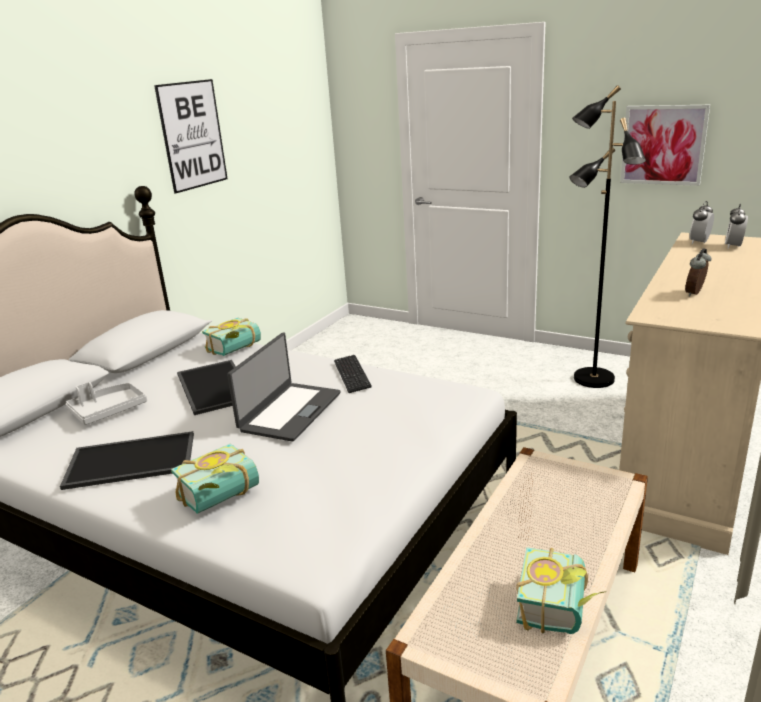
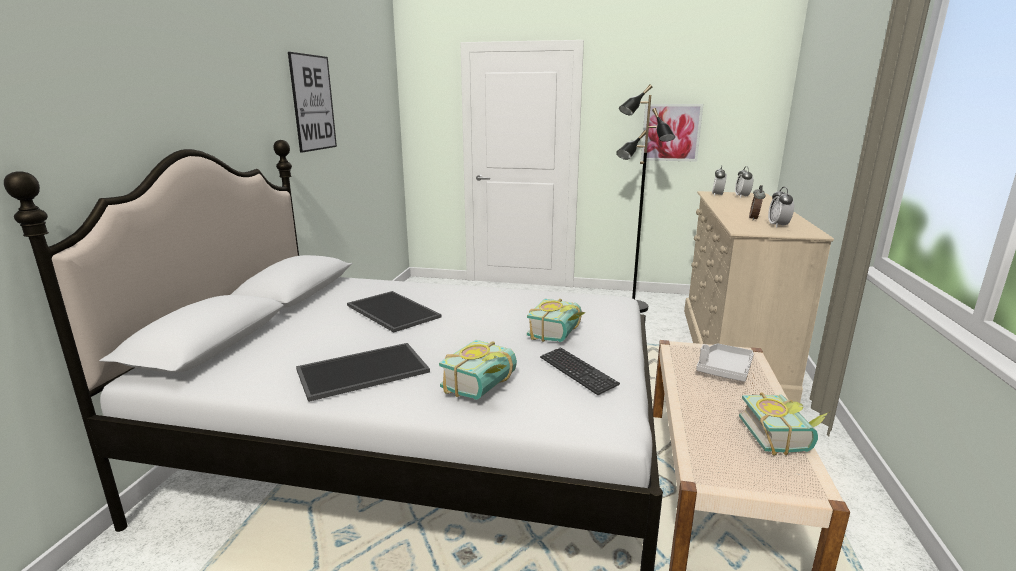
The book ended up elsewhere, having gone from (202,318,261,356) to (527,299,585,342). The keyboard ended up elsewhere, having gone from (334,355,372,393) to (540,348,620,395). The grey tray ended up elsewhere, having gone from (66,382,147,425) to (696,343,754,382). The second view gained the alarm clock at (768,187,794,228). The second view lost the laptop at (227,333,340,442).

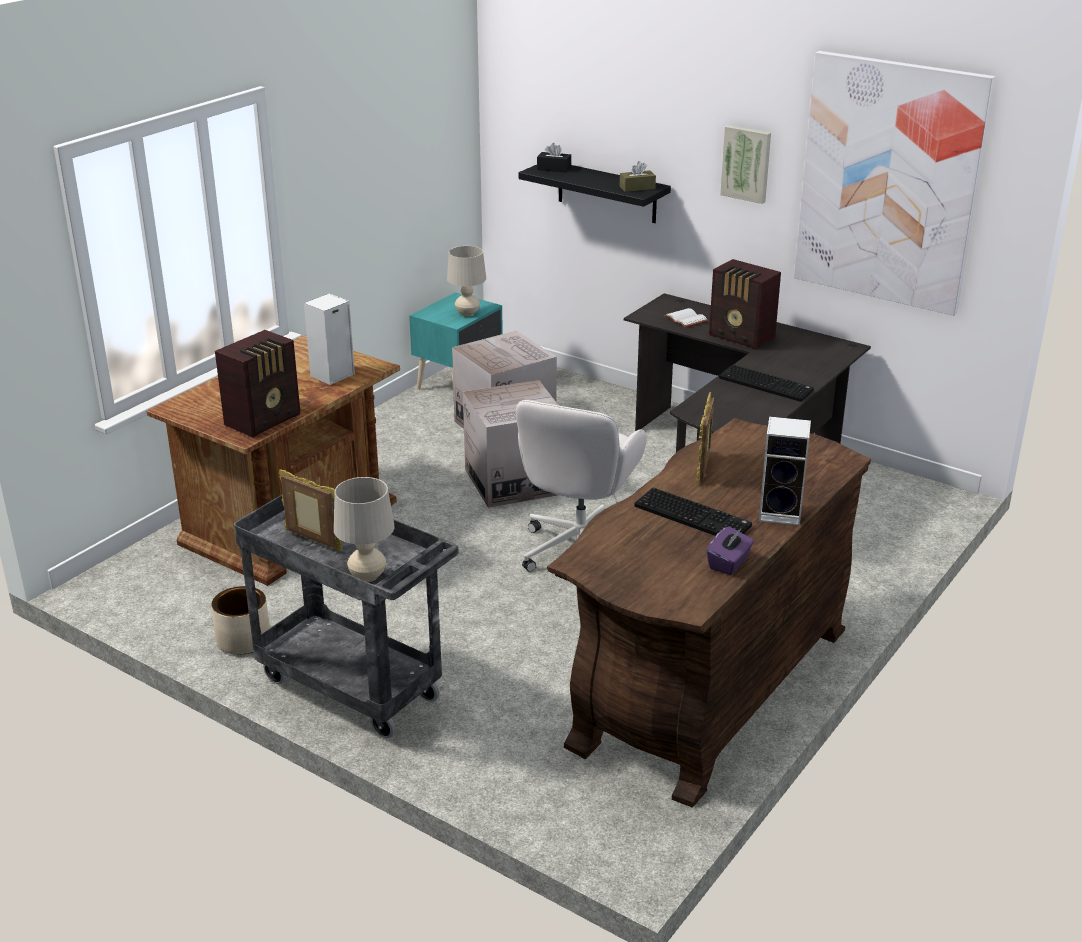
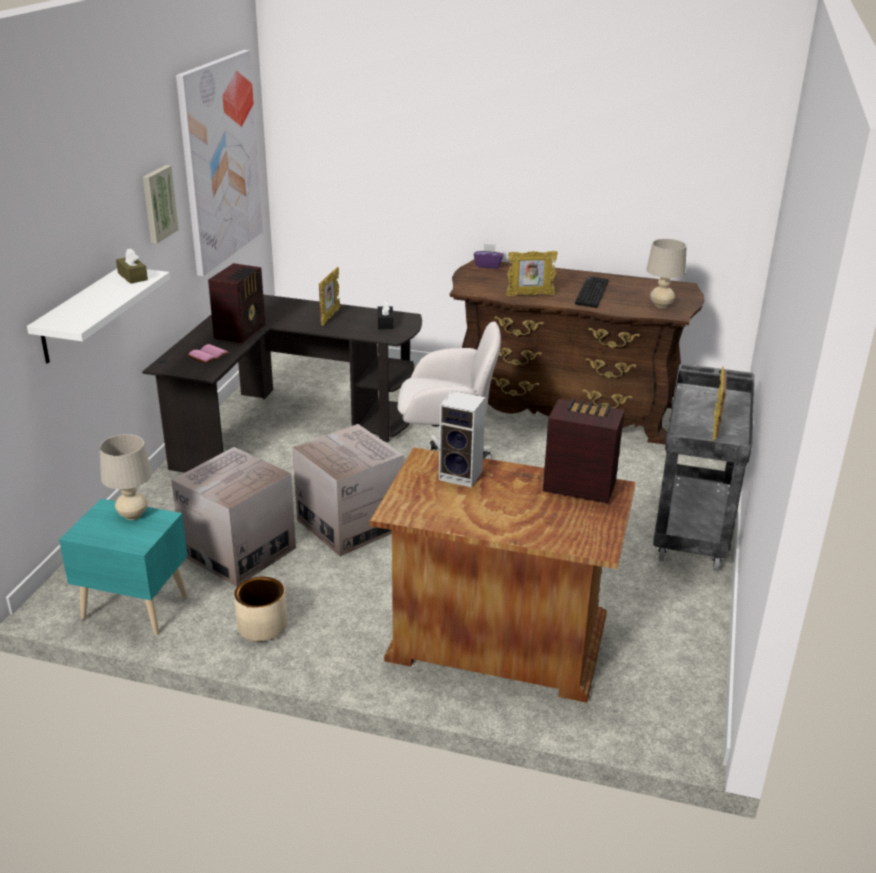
What was the black shelf at (519,165,671,223) turned into the white shelf at (27,269,170,364). What was the white book at (664,308,708,328) turned into the pink book at (187,344,230,364). The beige planter ended up elsewhere, having gone from (211,586,270,655) to (234,577,288,642). Where the keyboard stood at (719,365,814,402), the picture frame came to stand at (319,267,340,326). The black tissue box ended up elsewhere, having gone from (537,143,571,172) to (378,300,393,329). The purple tissue box ended up elsewhere, having gone from (707,526,754,575) to (474,244,504,269). The beige table lamp ended up elsewhere, having gone from (334,477,395,582) to (646,239,687,308). The second view lost the speaker at (759,416,811,526).

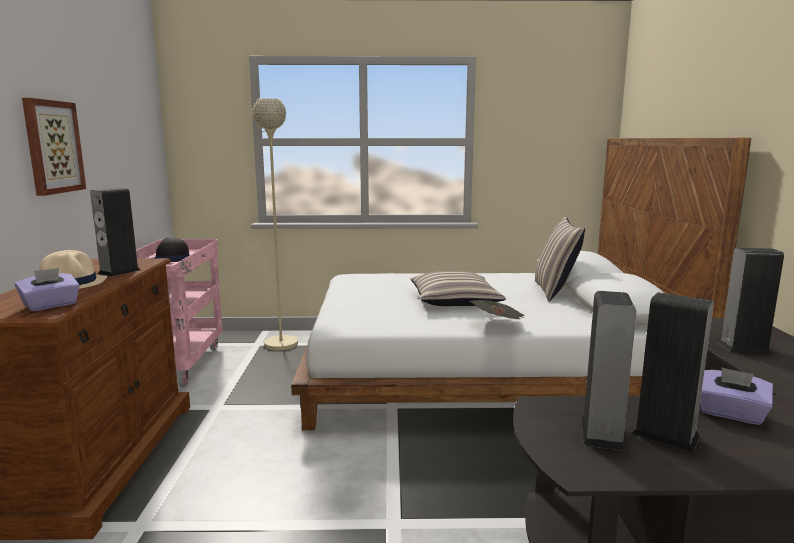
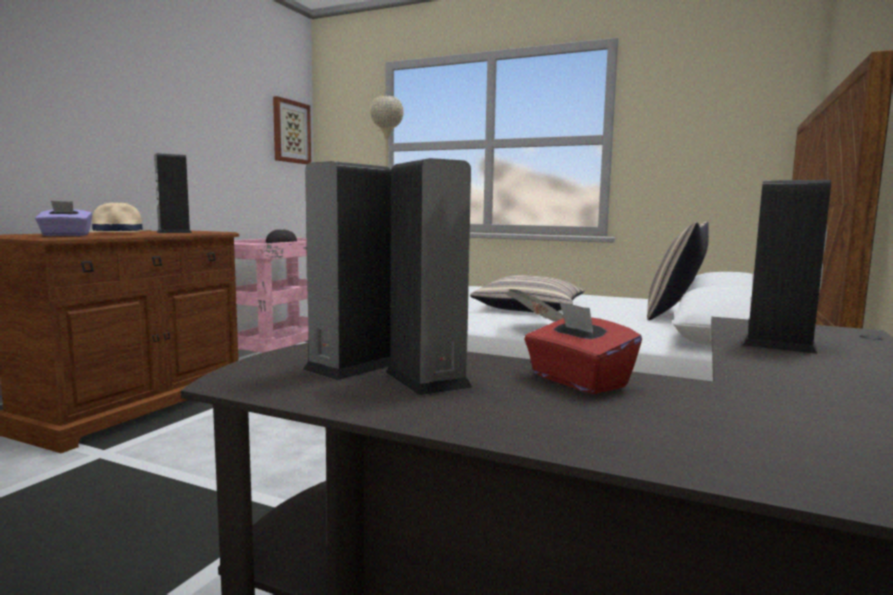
The picture ended up elsewhere, having gone from (22,98,86,196) to (273,96,311,164). What was the purple tissue box at (700,367,773,425) turned into the red tissue box at (524,301,642,394).

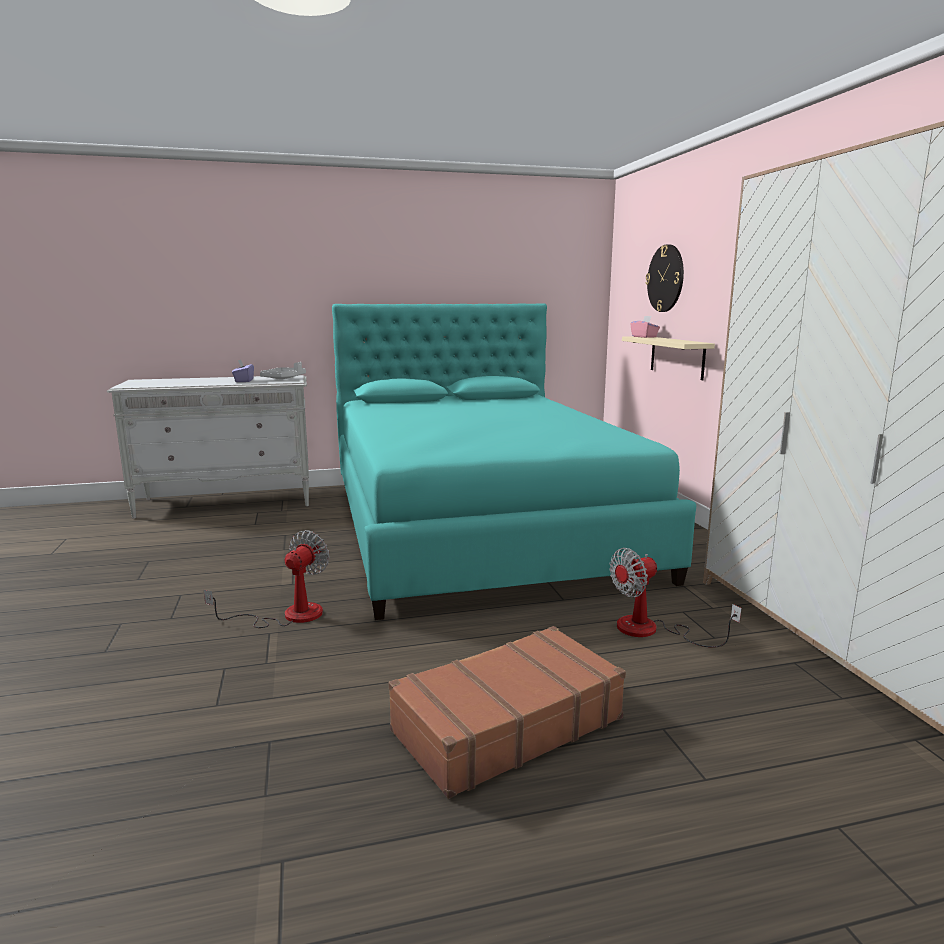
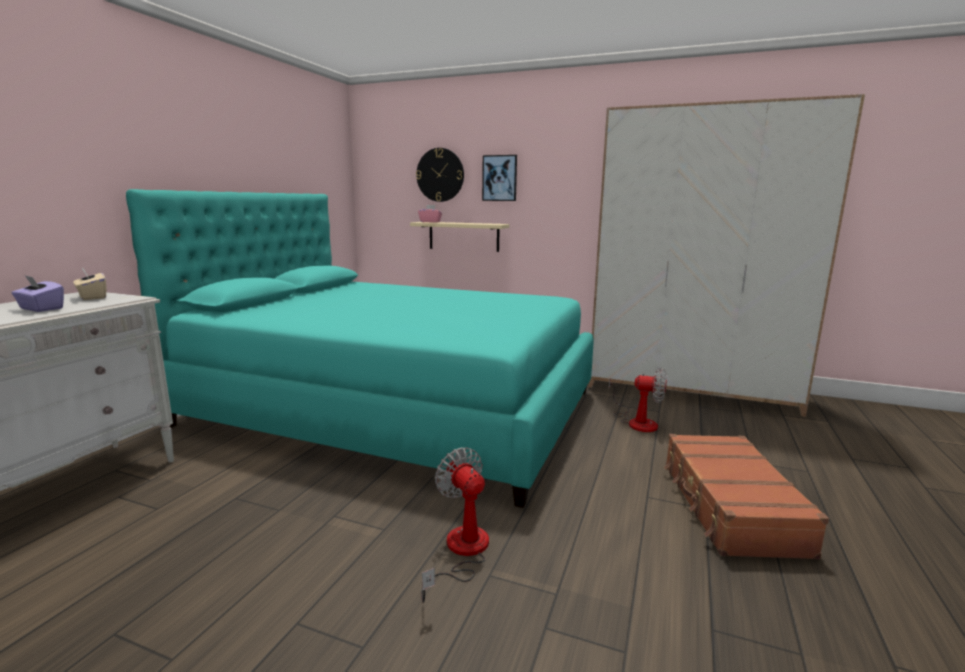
Where the grey tray stood at (260,362,306,379), the beige tissue box came to stand at (73,267,107,300). The second view gained the picture at (482,155,517,201). The fan at (609,548,742,648) ended up facing another way, 75 degrees counterclockwise from before.

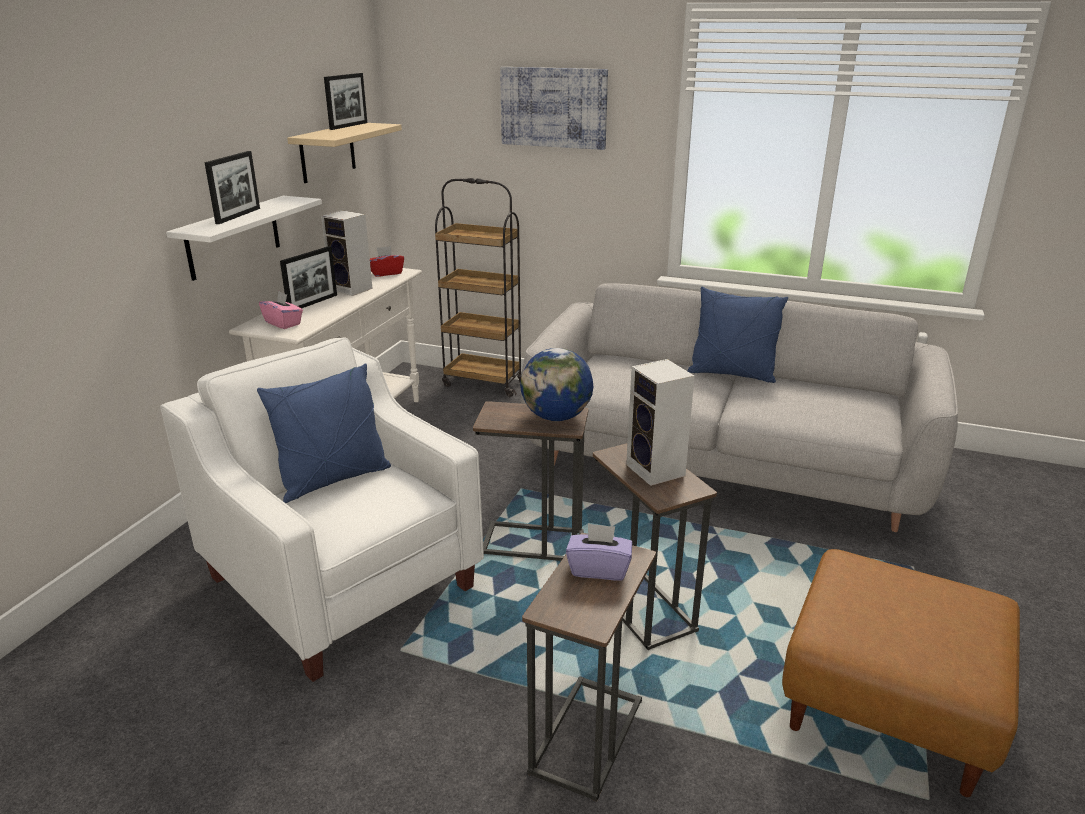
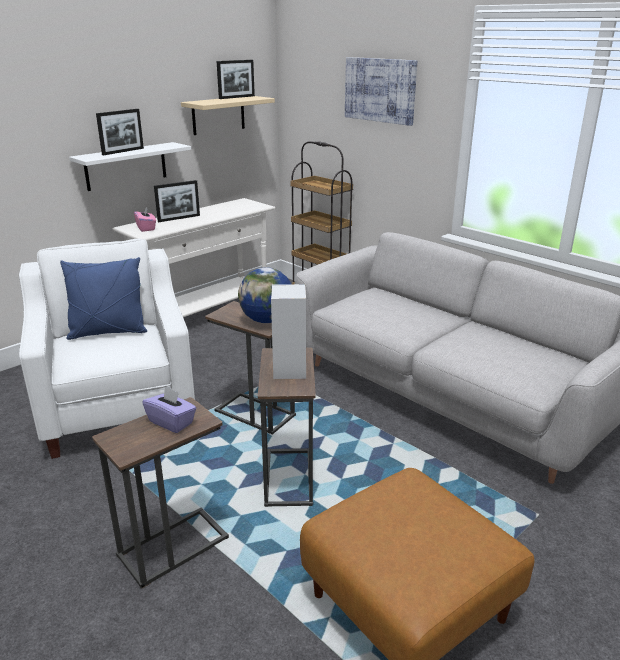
The second view lost the speaker at (321,210,373,296). The second view lost the red tissue box at (370,246,404,277). The second view lost the blue pillow at (687,287,788,383).

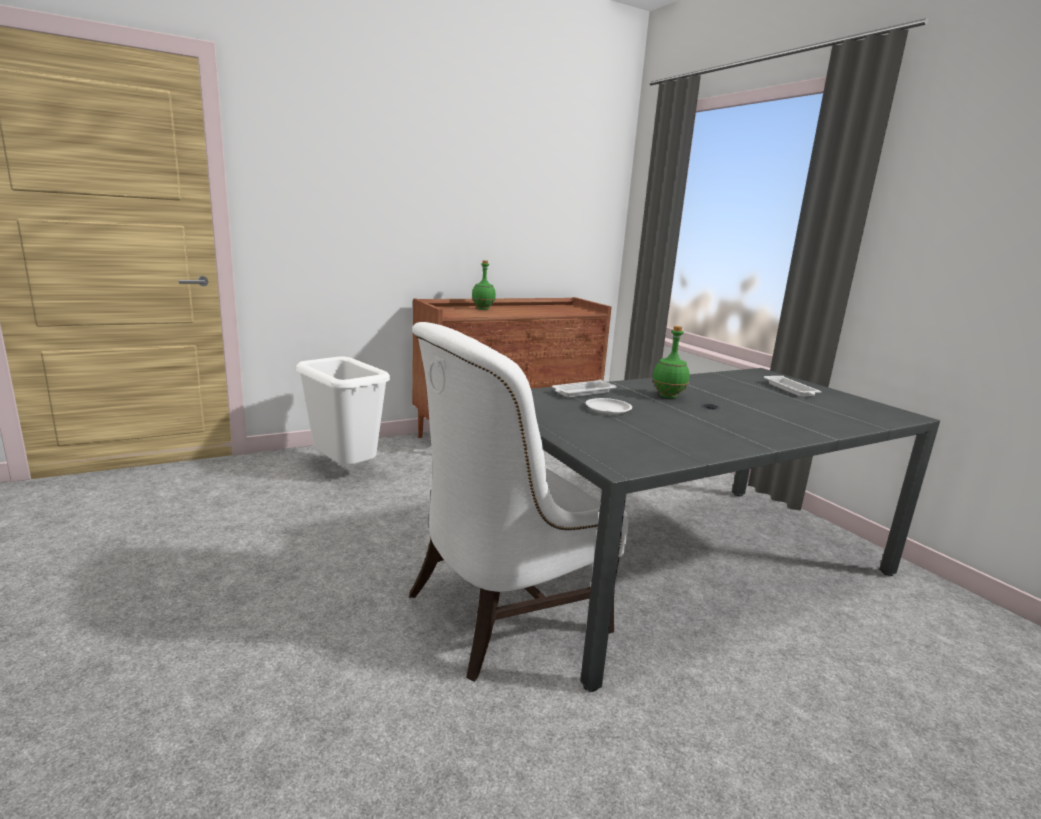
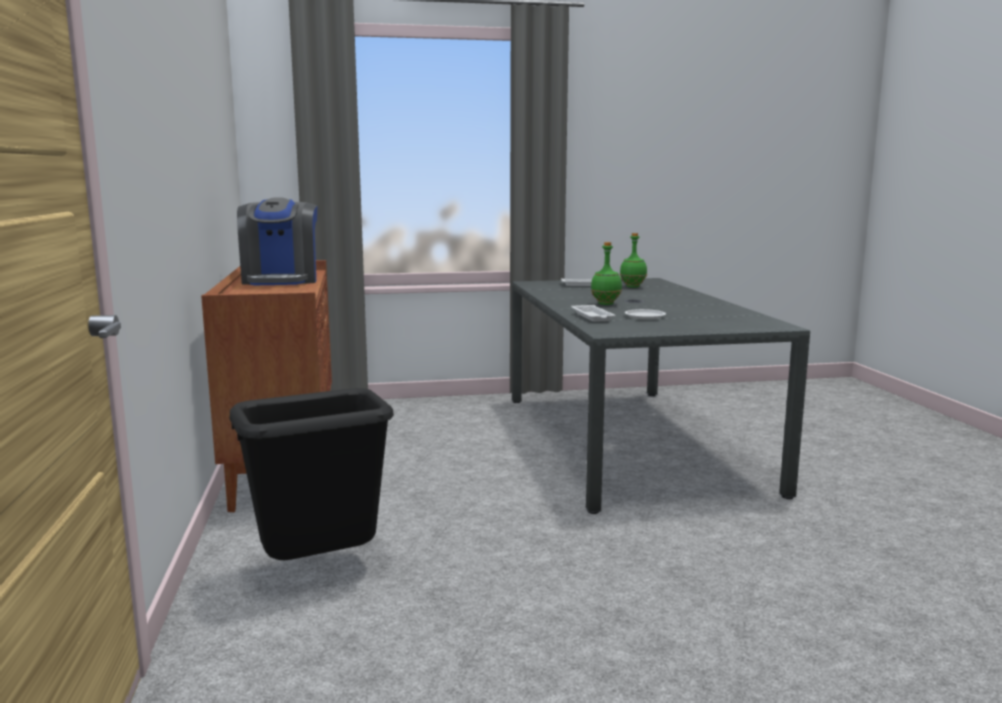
What was the white trash can at (296,357,390,465) turned into the black trash can at (229,388,394,560). The second view gained the coffee machine at (237,197,317,285). The green bottle ended up elsewhere, having gone from (472,260,496,310) to (620,233,647,288). The second view lost the white chair at (409,322,628,682).

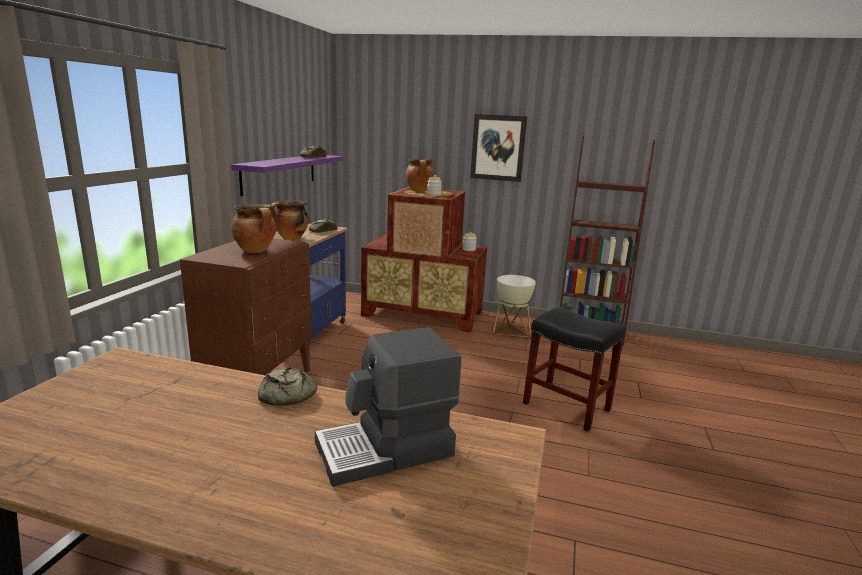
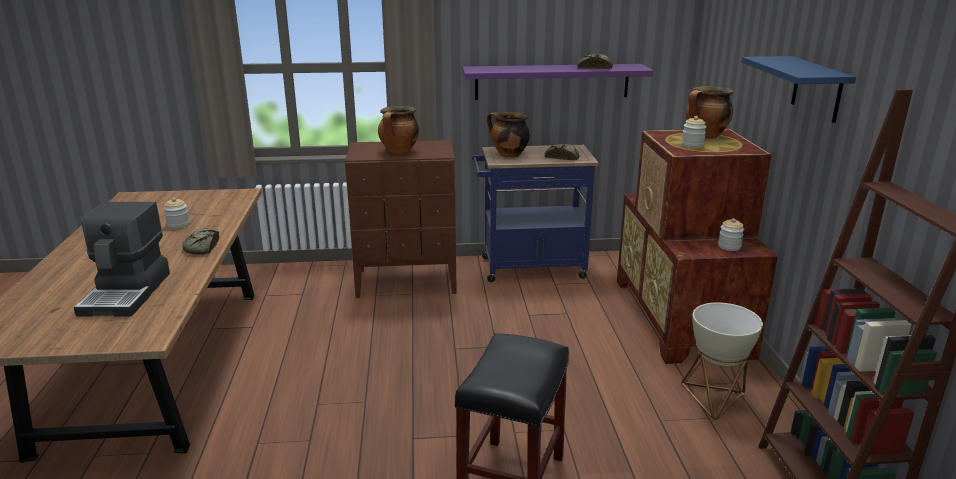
The coffee machine at (315,327,462,487) ended up facing another way, 135 degrees counterclockwise from before. The second view gained the jar at (164,198,189,229). Where the picture hung at (470,114,527,182), the blue shelf came to hang at (742,56,856,123).

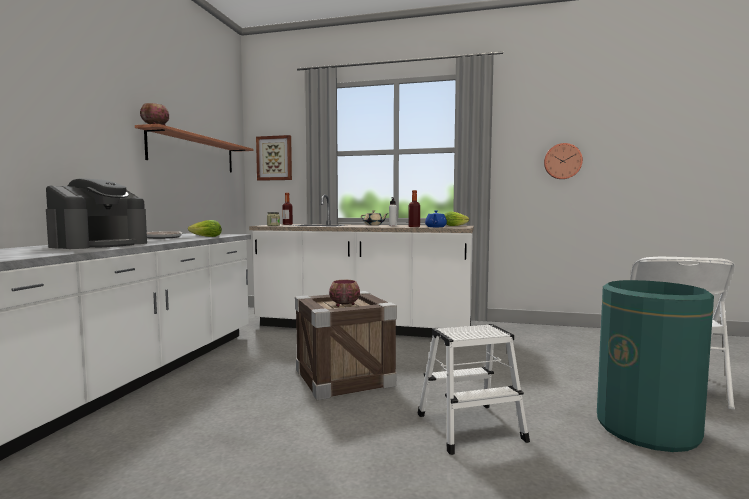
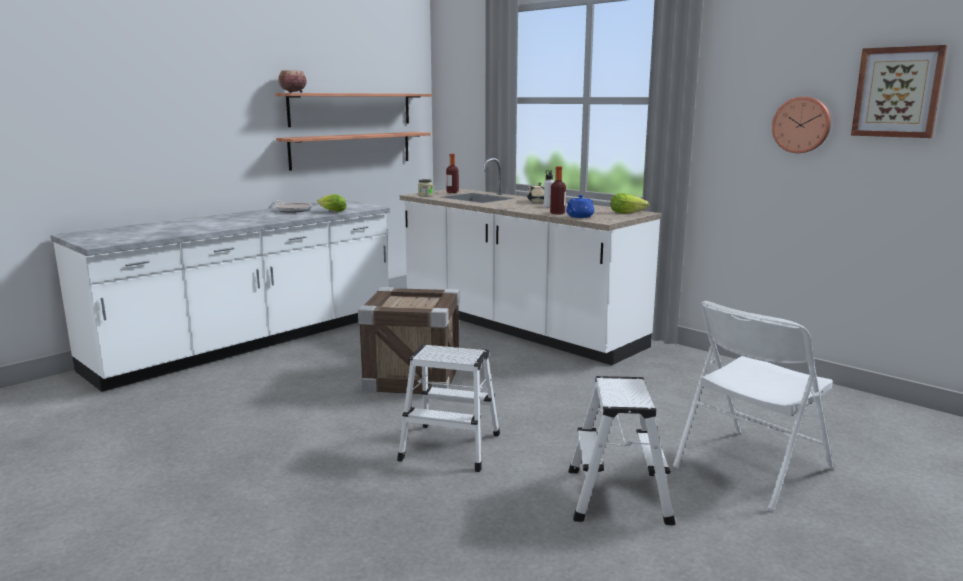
The second view gained the shelf at (276,132,431,171). Where the green trash can stood at (597,280,714,452), the white step ladder came to stand at (568,376,675,525). The picture ended up elsewhere, having gone from (256,135,292,181) to (851,45,948,138). The second view lost the coffee machine at (46,178,147,249). The second view lost the bowl at (329,280,360,307).

